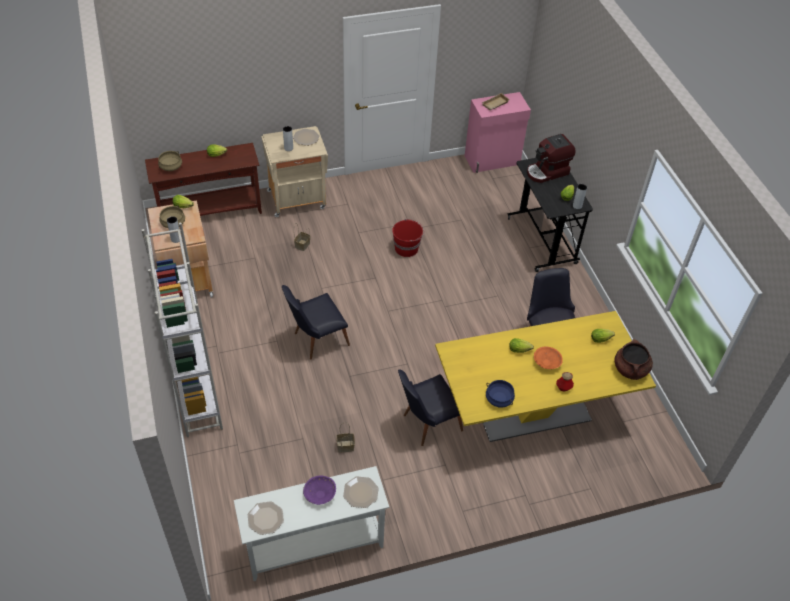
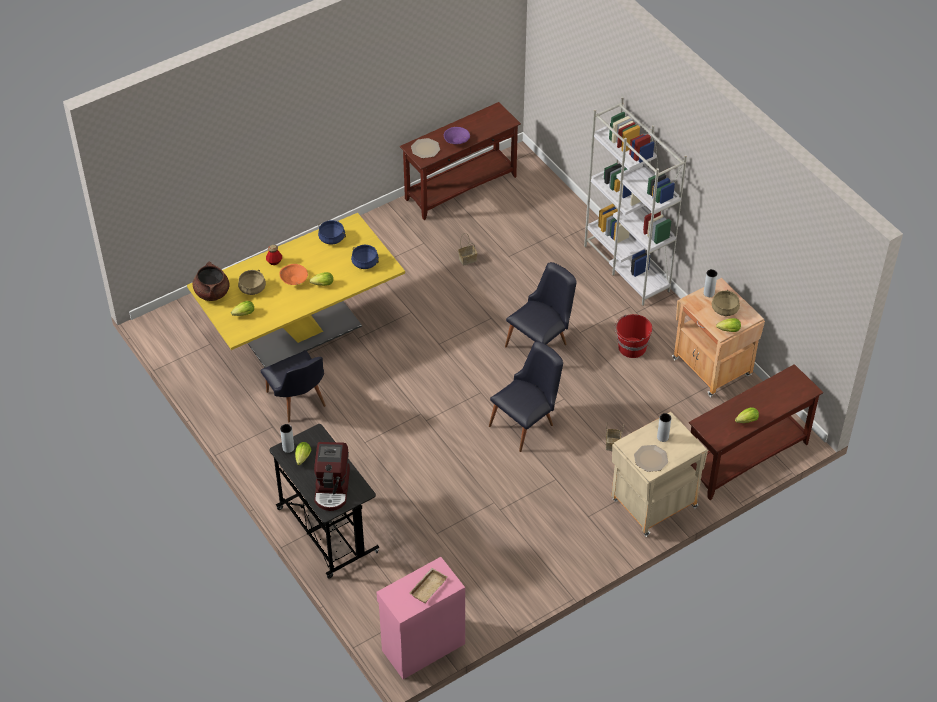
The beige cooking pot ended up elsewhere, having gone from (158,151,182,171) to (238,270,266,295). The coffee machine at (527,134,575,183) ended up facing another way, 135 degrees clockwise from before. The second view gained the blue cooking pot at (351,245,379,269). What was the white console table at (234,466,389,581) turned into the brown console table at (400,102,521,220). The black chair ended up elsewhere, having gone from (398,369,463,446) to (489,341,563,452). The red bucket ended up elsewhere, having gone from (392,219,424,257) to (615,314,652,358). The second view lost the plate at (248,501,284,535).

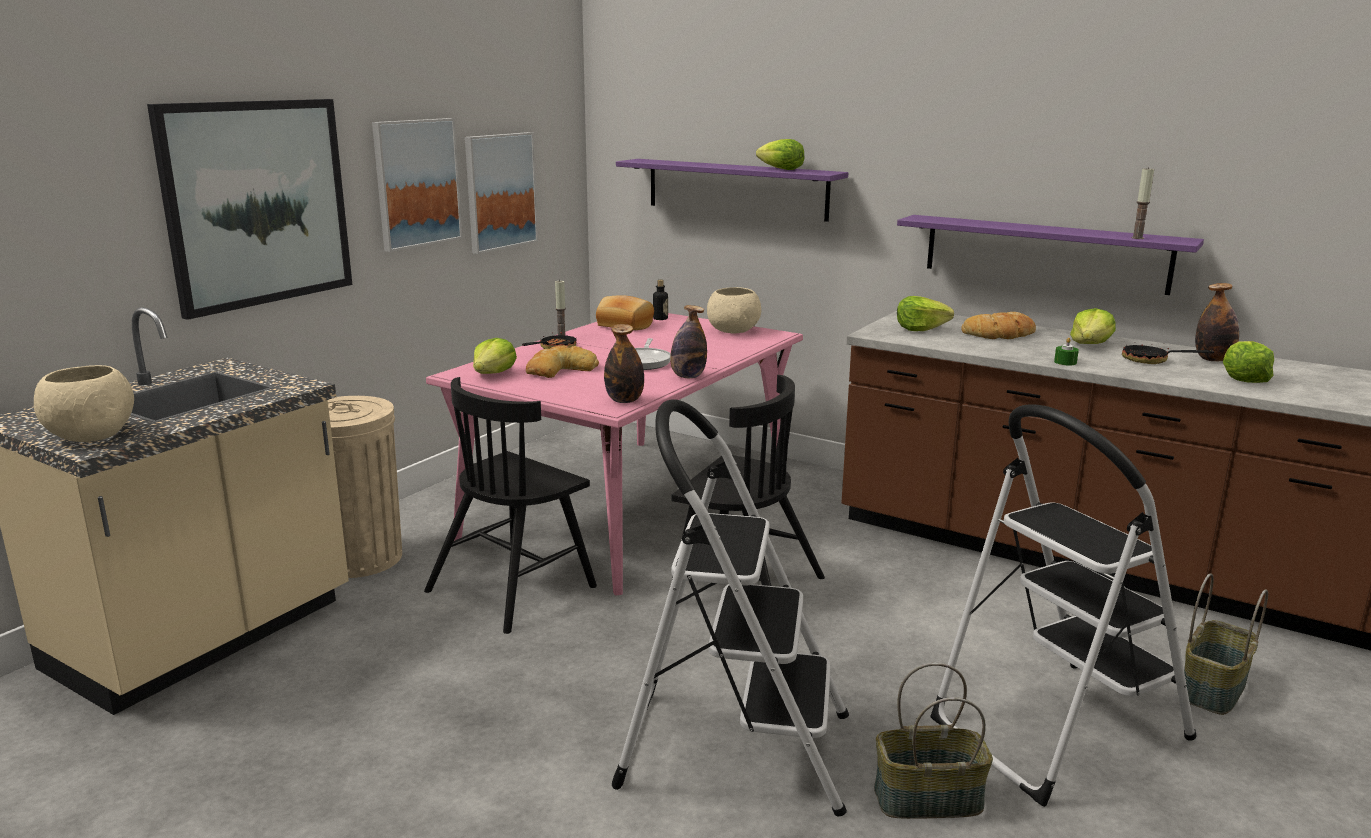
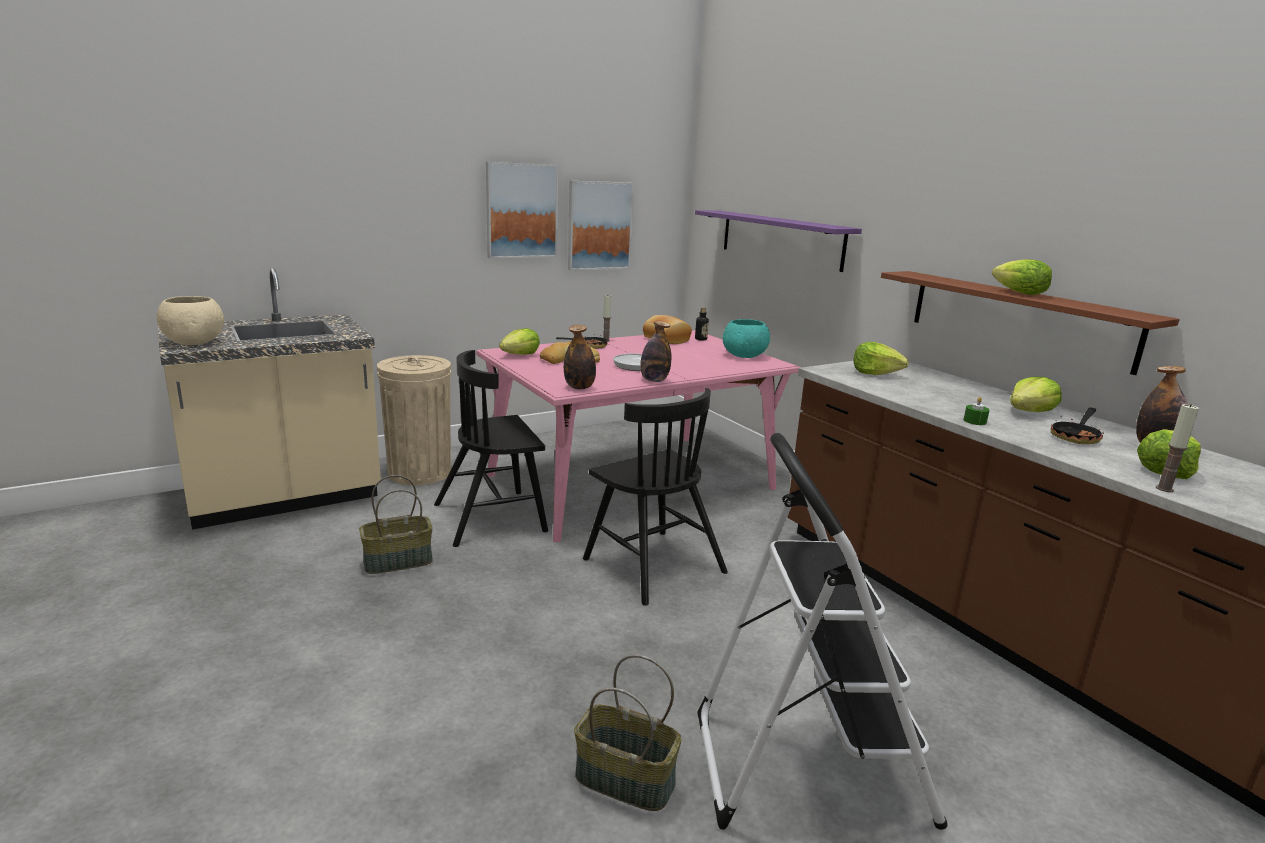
The basket ended up elsewhere, having gone from (1184,573,1268,715) to (359,475,433,574). What was the beige bowl at (707,287,761,334) turned into the turquoise bowl at (723,319,770,358). What was the purple shelf at (897,215,1204,295) turned into the brown shelf at (881,271,1180,375). The lettuce ended up elsewhere, having gone from (756,139,804,170) to (992,259,1052,295). The frying pan at (1122,340,1214,364) ended up facing another way, 105 degrees counterclockwise from before. The candle ended up elsewhere, having gone from (1131,167,1154,239) to (1156,404,1199,492). The second view lost the picture at (147,99,352,320). The second view lost the step ladder at (612,399,849,816). The second view lost the bread at (961,312,1036,339).

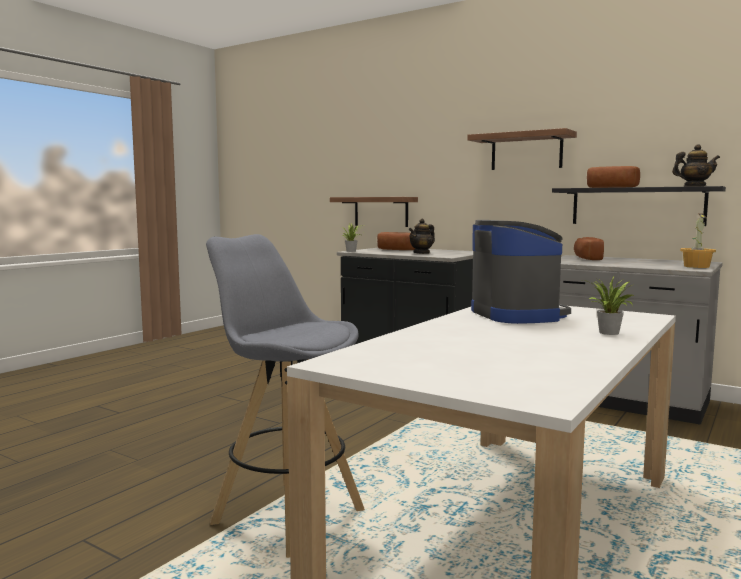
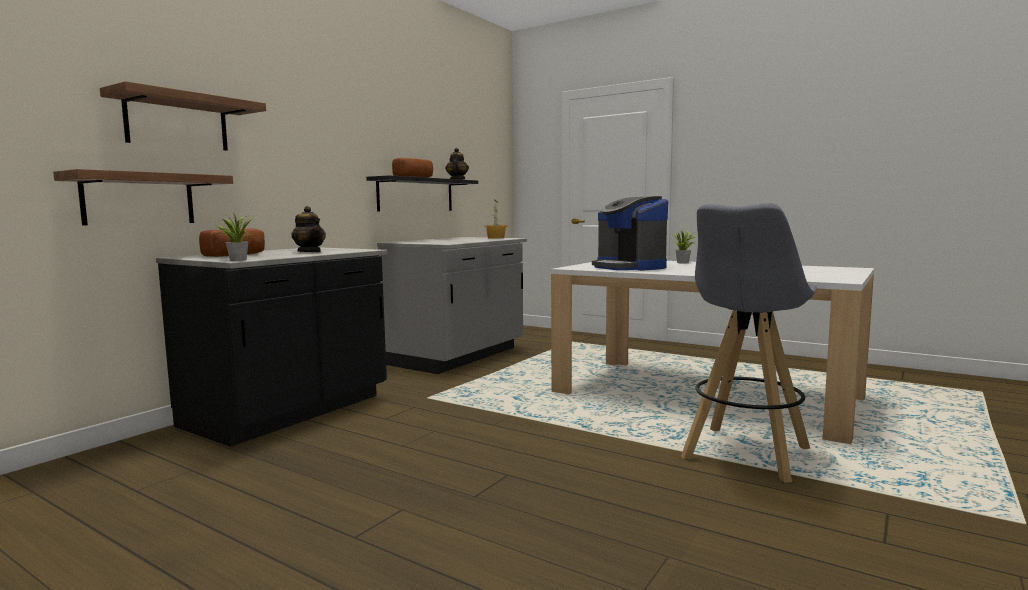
The shelf ended up elsewhere, having gone from (467,128,577,170) to (100,81,266,151). The coffee machine at (471,220,571,324) ended up facing another way, 105 degrees counterclockwise from before. The second view lost the bread at (574,237,604,260).

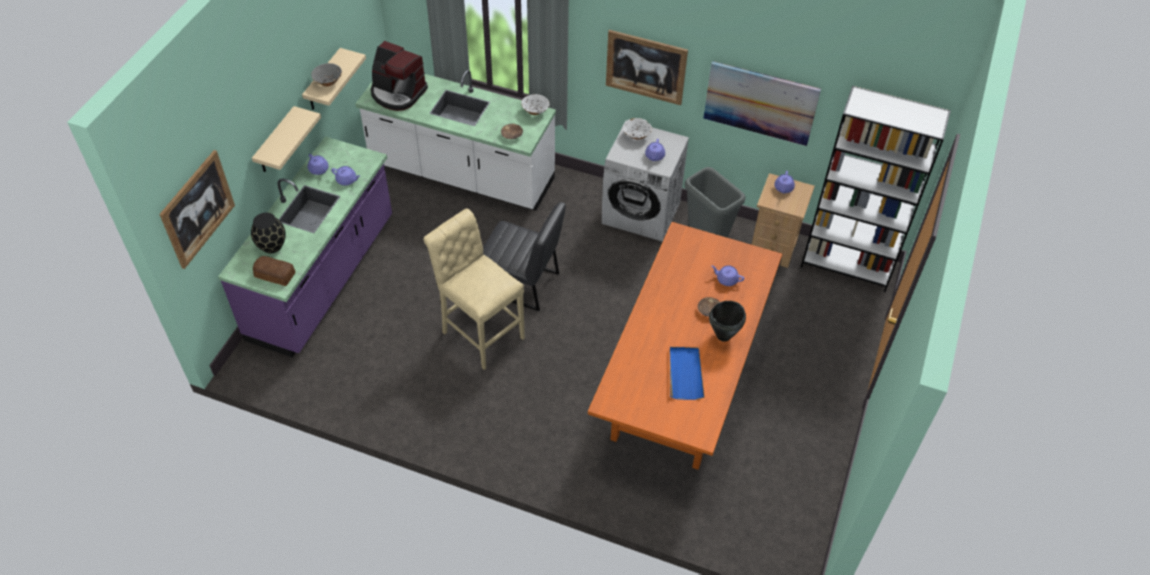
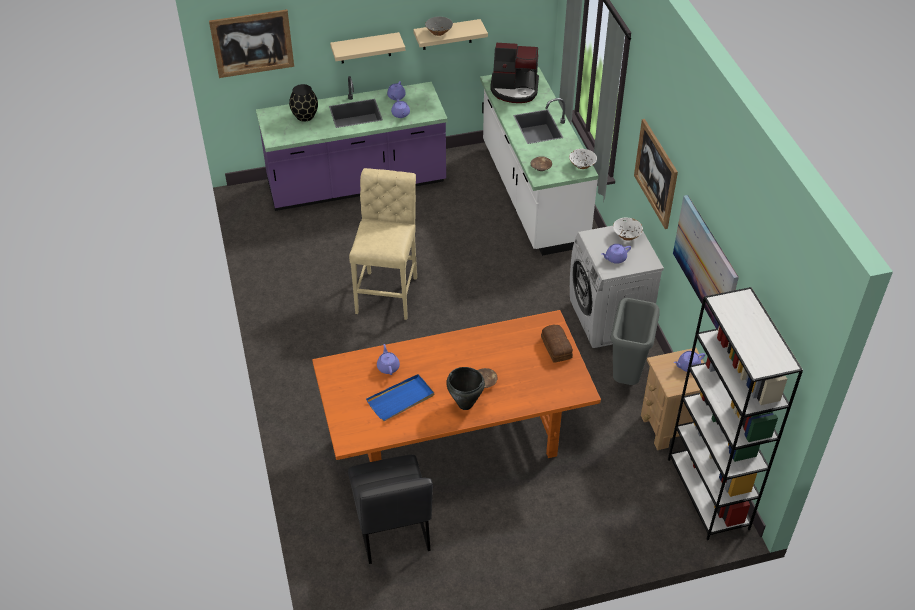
The grey chair ended up elsewhere, having gone from (483,202,566,311) to (348,455,433,564). The purple teapot ended up elsewhere, having gone from (712,265,744,286) to (377,344,400,375). The coffee machine at (371,41,428,111) ended up facing another way, 75 degrees counterclockwise from before. The bread ended up elsewhere, having gone from (253,256,296,286) to (541,324,573,363).

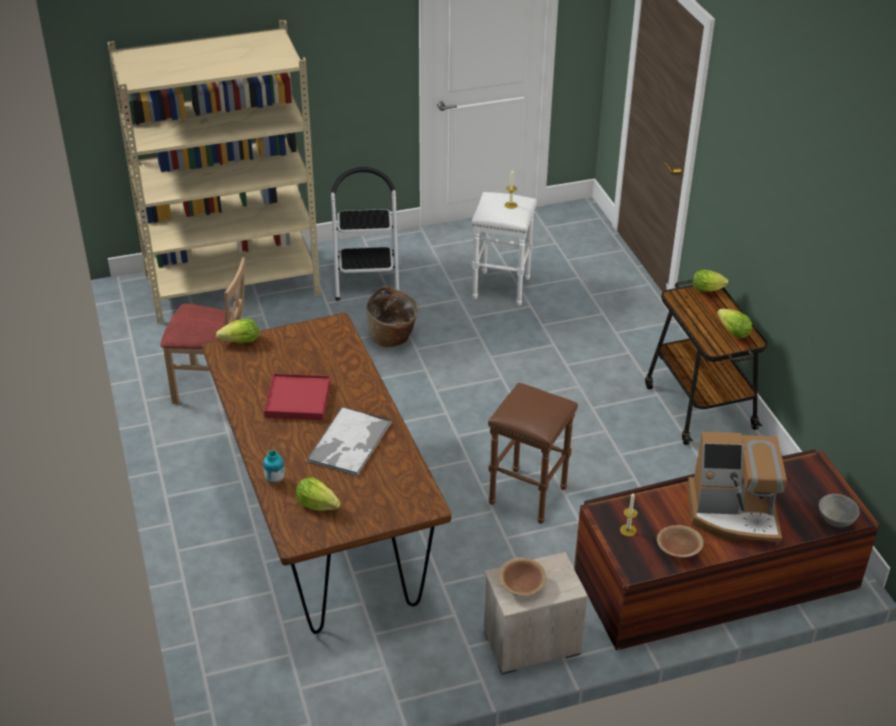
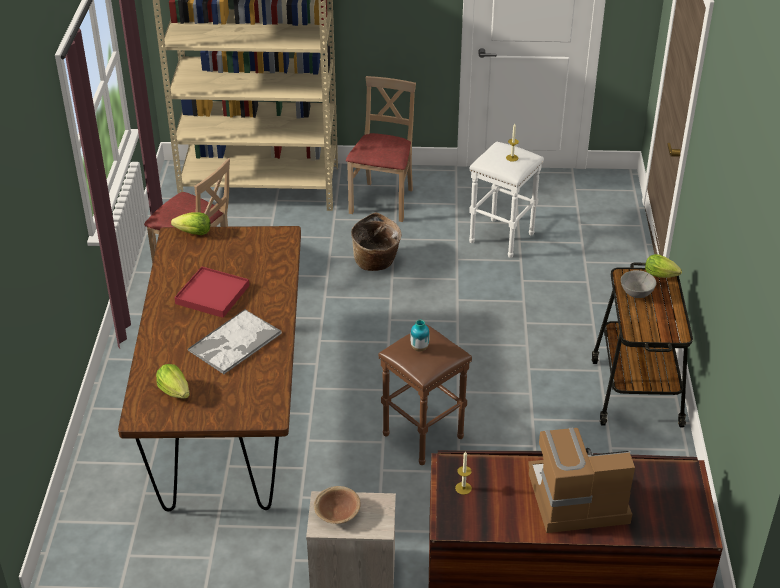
Where the step ladder stood at (331,167,399,301), the beige chair came to stand at (346,76,416,222). The vase ended up elsewhere, having gone from (263,450,285,484) to (410,320,429,351). The coffee machine at (687,432,787,545) ended up facing another way, 150 degrees clockwise from before. The grey bowl ended up elsewhere, having gone from (818,494,859,528) to (621,270,656,298). The second view lost the brown bowl at (657,525,704,558). The second view lost the lettuce at (717,309,752,339).

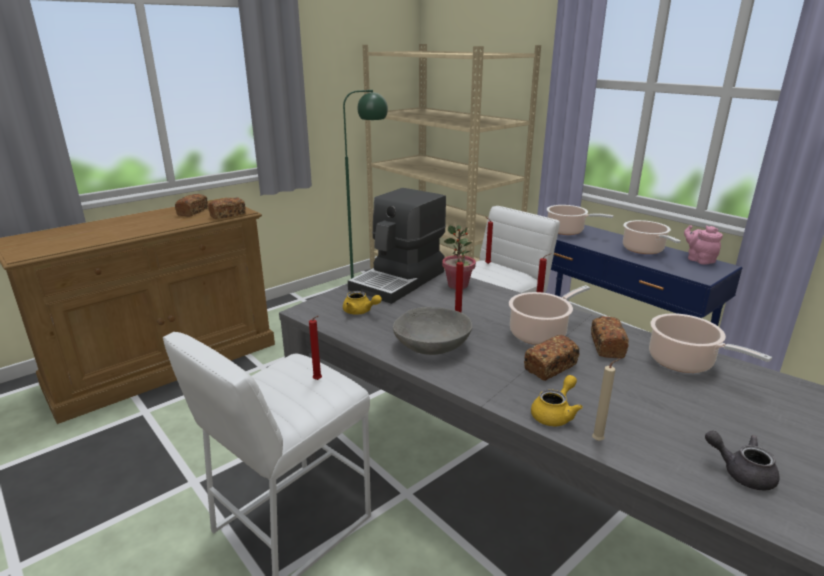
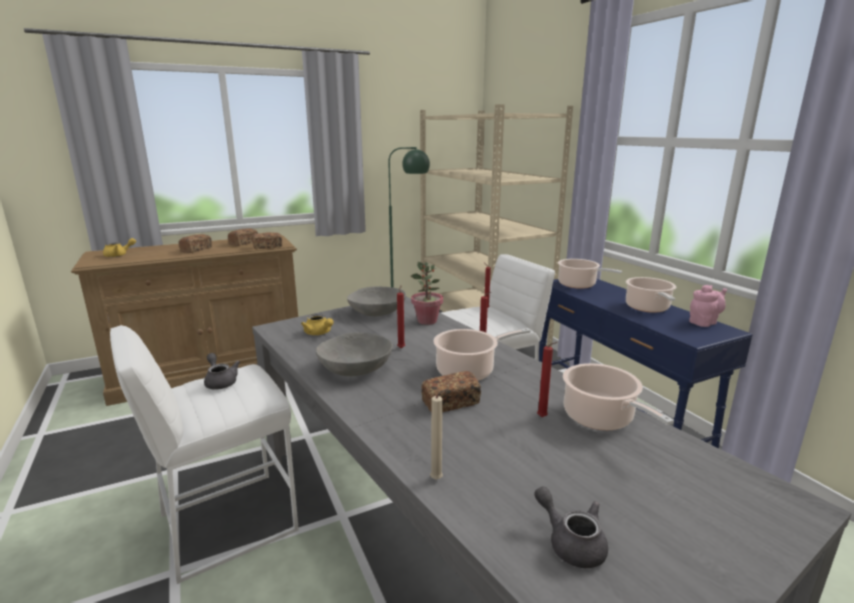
The yellow teapot ended up elsewhere, having gone from (531,375,583,426) to (103,238,136,257). The bread ended up elsewhere, having gone from (591,316,629,358) to (179,234,212,253). The second view gained the grey teapot at (204,353,240,389). Where the coffee machine stood at (348,188,446,304), the grey bowl came to stand at (347,286,406,316). The red candle ended up elsewhere, having gone from (309,316,322,380) to (537,342,558,417). The pink teapot at (684,225,723,265) ended up facing another way, 75 degrees clockwise from before.

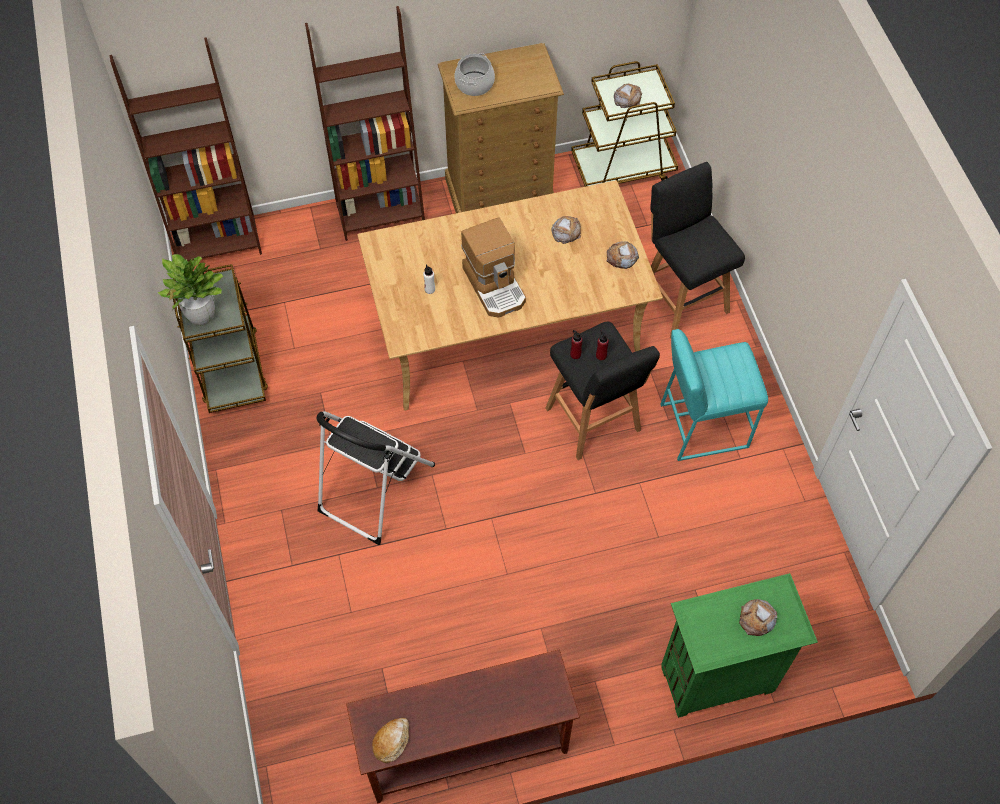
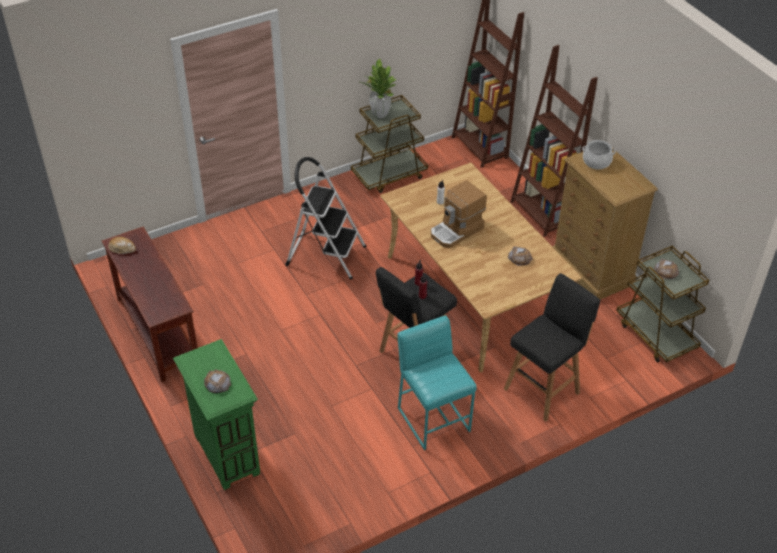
The second view lost the bread at (606,241,639,269).

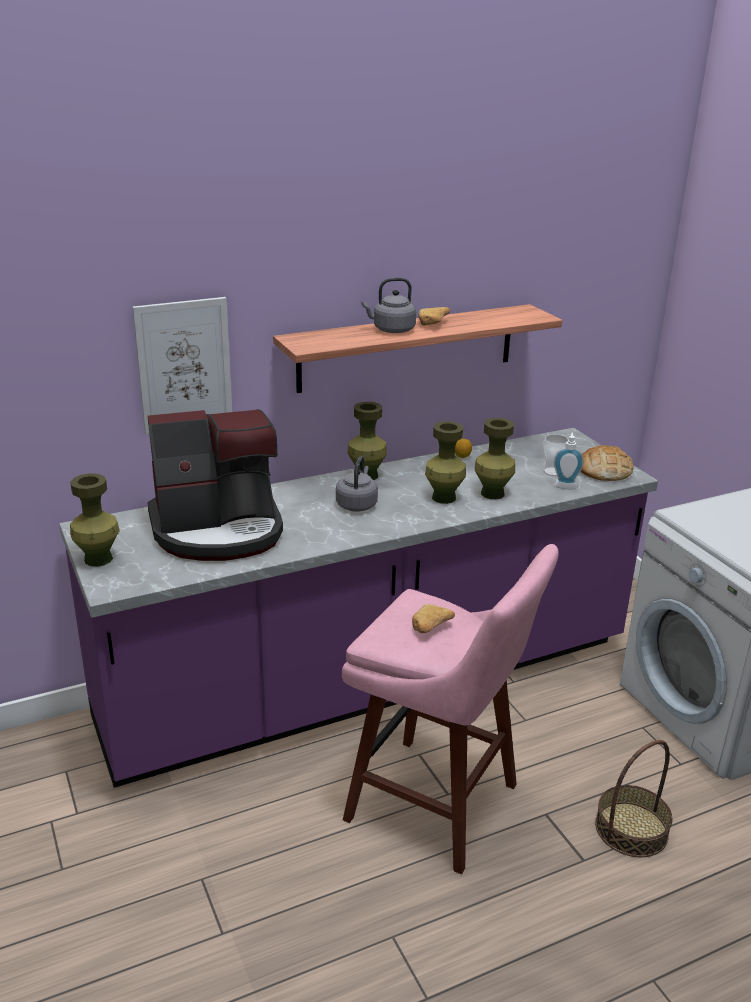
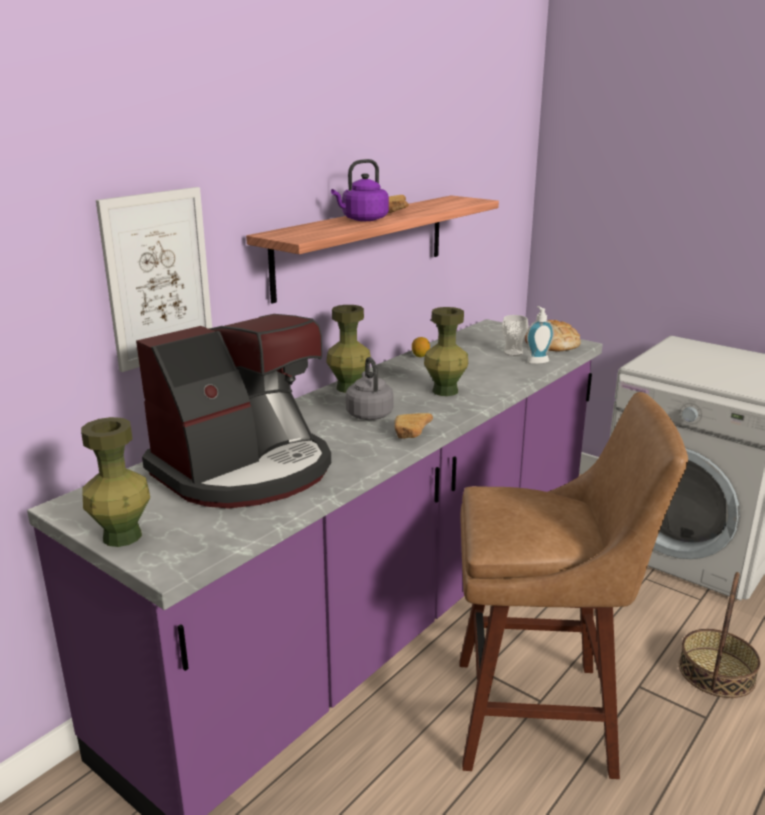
What was the grey kettle at (361,278,416,333) turned into the purple kettle at (331,159,389,221). The bread ended up elsewhere, having gone from (412,604,455,633) to (394,413,433,439). What was the pink stool at (342,544,559,875) turned into the brown stool at (459,392,688,779). The second view lost the green vase at (475,418,515,499).

